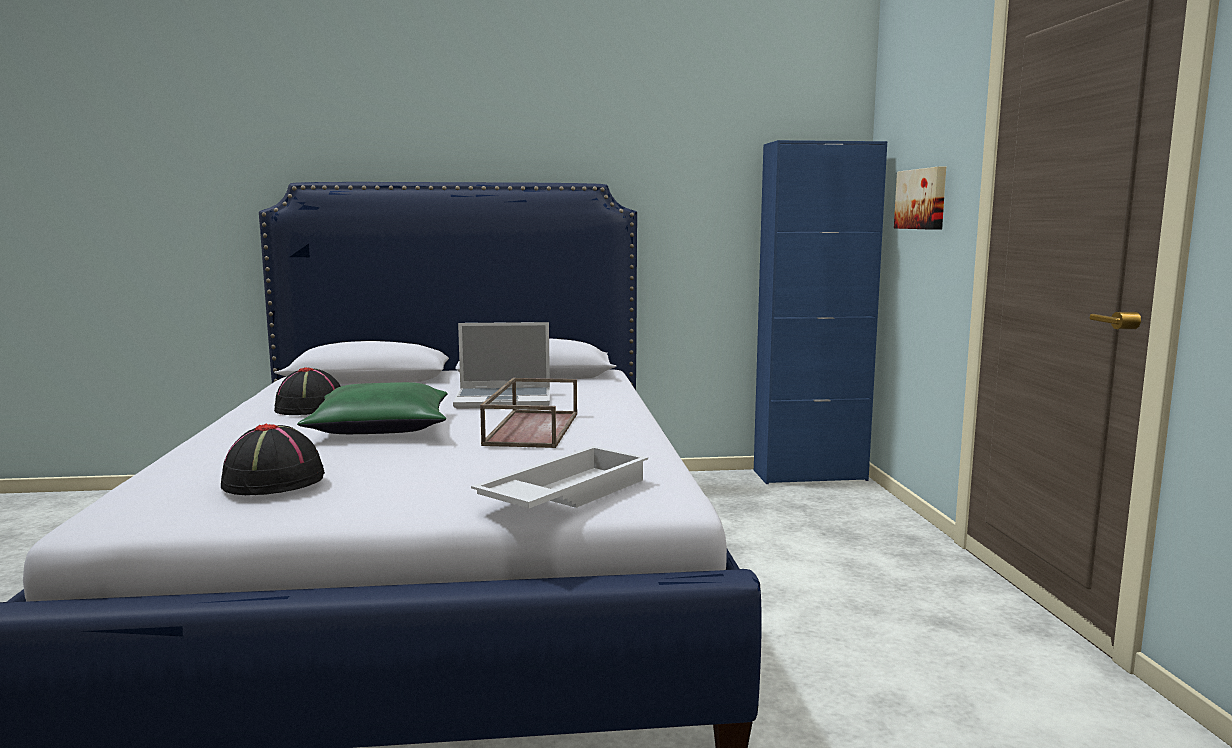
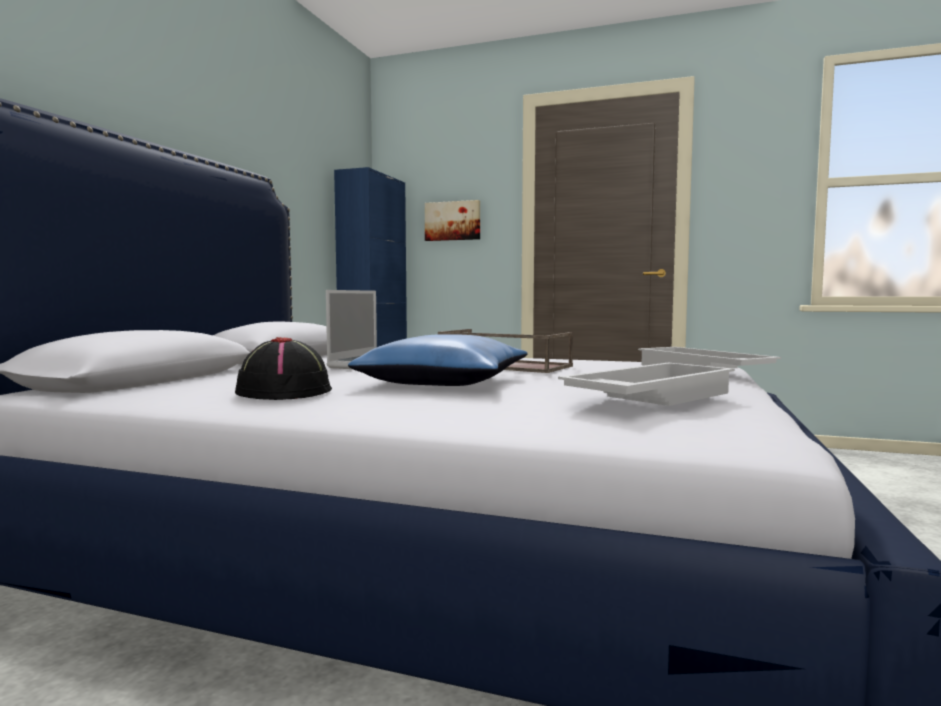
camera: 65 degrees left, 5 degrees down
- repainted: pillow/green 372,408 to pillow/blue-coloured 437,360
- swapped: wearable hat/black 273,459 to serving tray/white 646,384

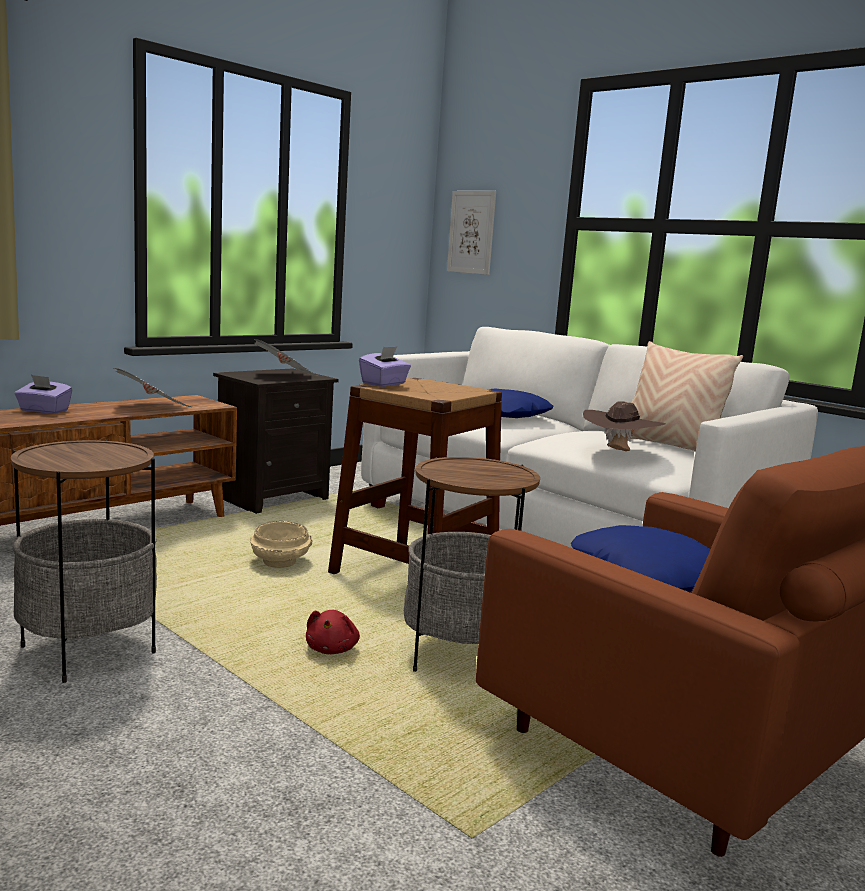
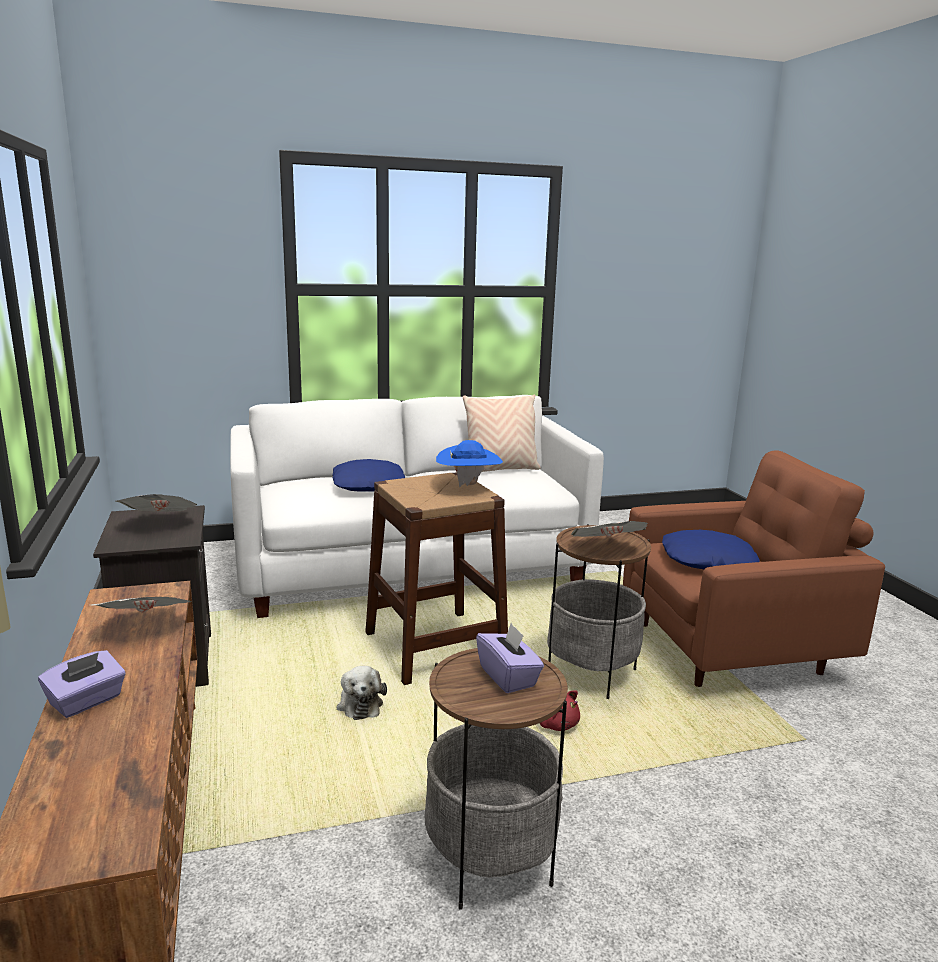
camera: 60 degrees left, 5 degrees up
- swapped: deep dish/beige-coloured 281,544 to soft toy 361,693
- new: wearable hat/blue-coloured 469,463
- shifted: tissue box/purplish 385,366 to 510,658
- new: printed paper 609,529
- gone: wall art 471,233
- gone: wearable hat/brownish 624,426

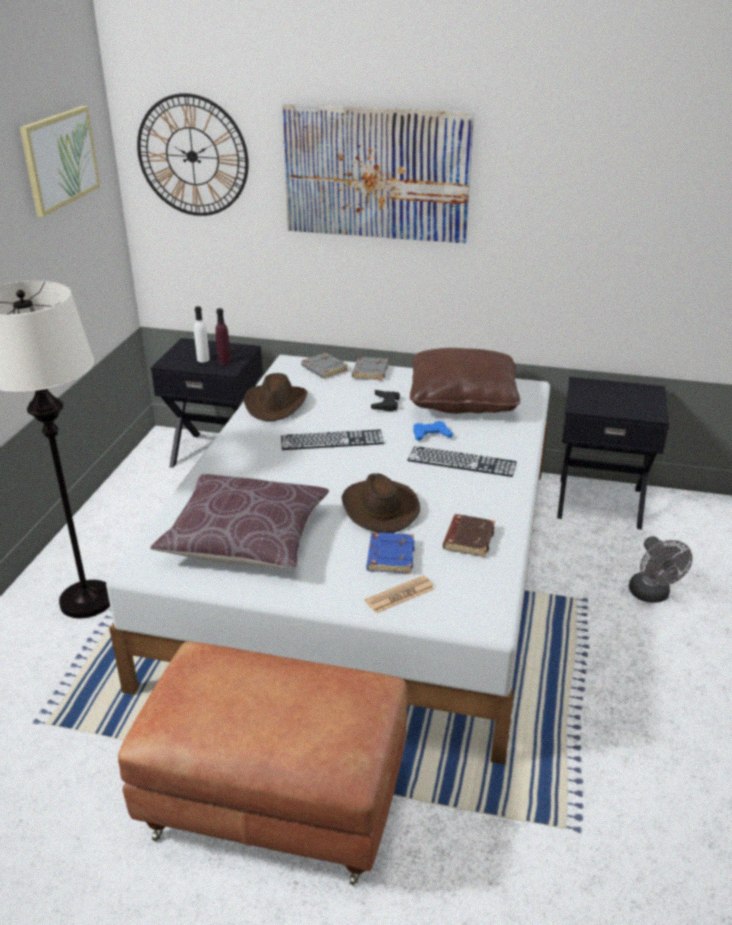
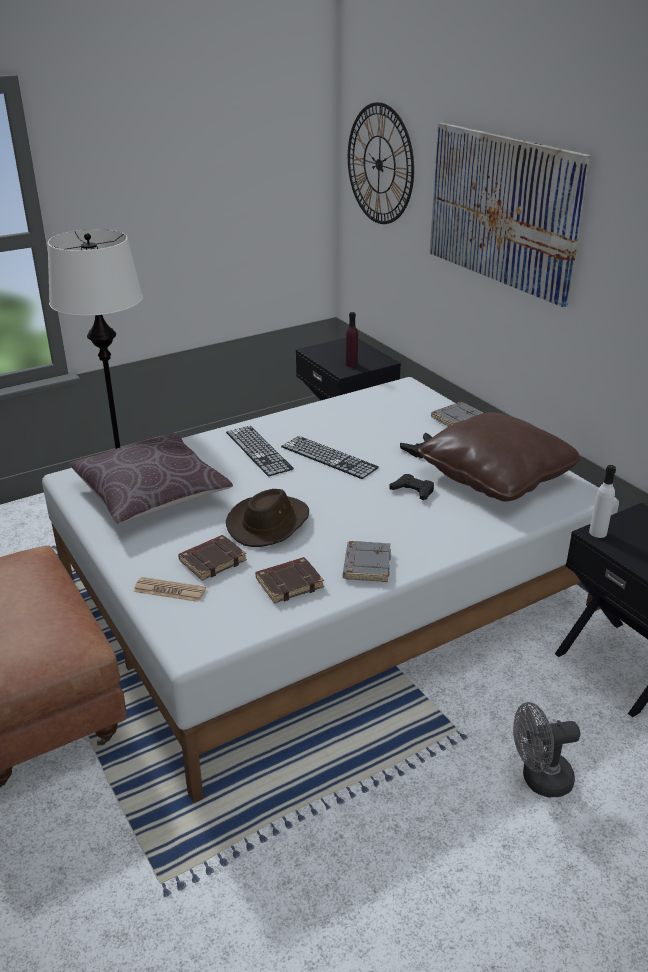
camera: 45 degrees right, 0 degrees up
- repainted: book/blue-coloured 391,553 to book/brownish 212,558
- shifted: keyboard 462,461 to 260,451
- shifted: book/gray 324,365 to 367,561
- repainted: joypad/blue-coloured 433,431 to joypad/black 411,487
- rotated: fan/gray 661,569 = 546,749 45 degrees clockwise
- shifted: drink bottle/white 202,334 to 602,501
- gone: wall art 60,161
- gone: wearable hat/brownish 275,397

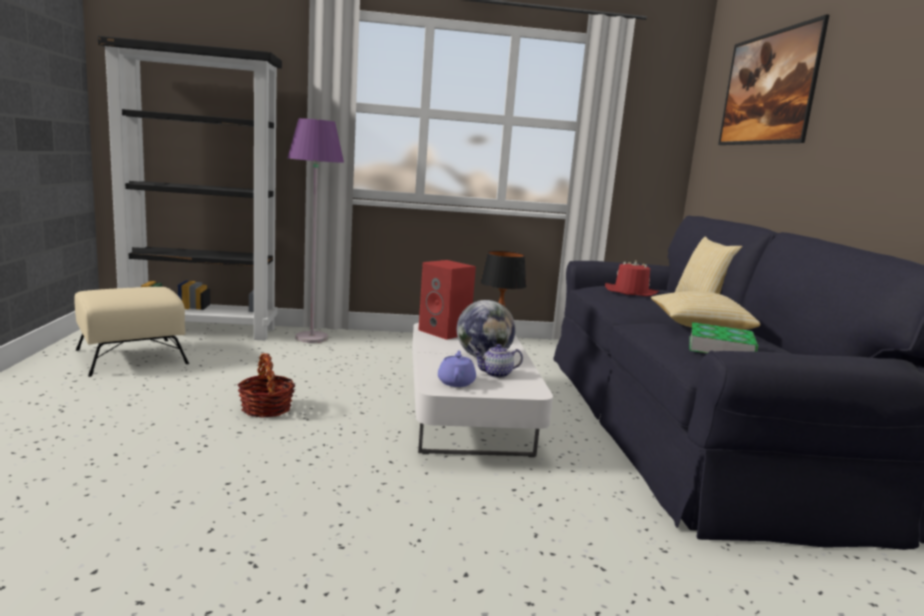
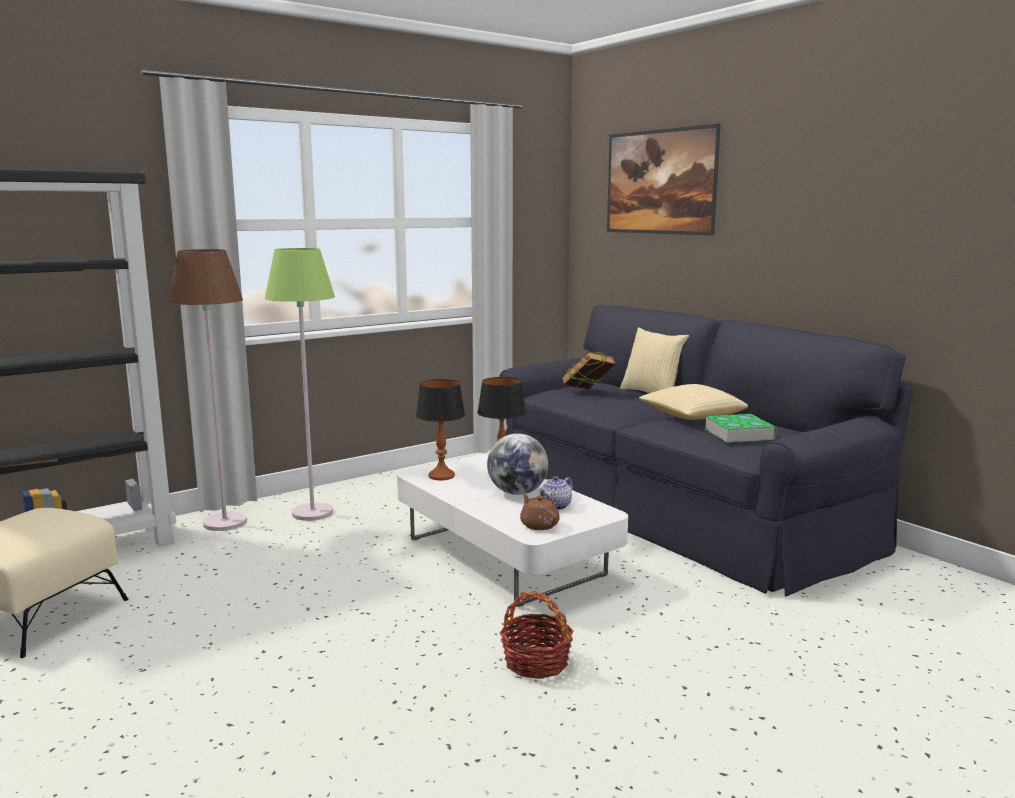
camera: 30 degrees left, 0 degrees up
- repainted: standard lamp/purplish 316,230 to standard lamp/brownish 207,390
- new: standard lamp/green 300,384
- swapped: audio speaker/red 447,300 to table lamp 440,429
- shifted: household basket 266,385 to 537,635
- repainted: tea pot/purplish 457,368 to tea pot/brownish 540,511
- swapped: wearable hat/red 632,278 to book 588,370

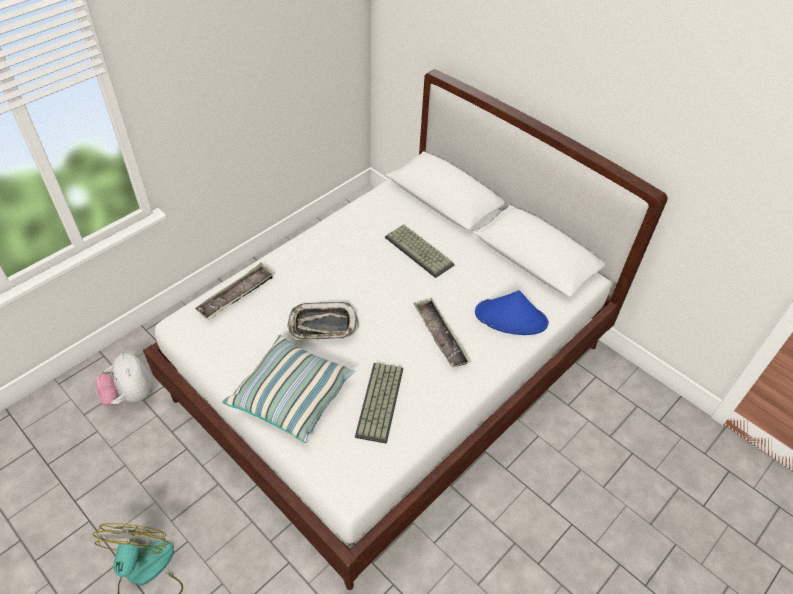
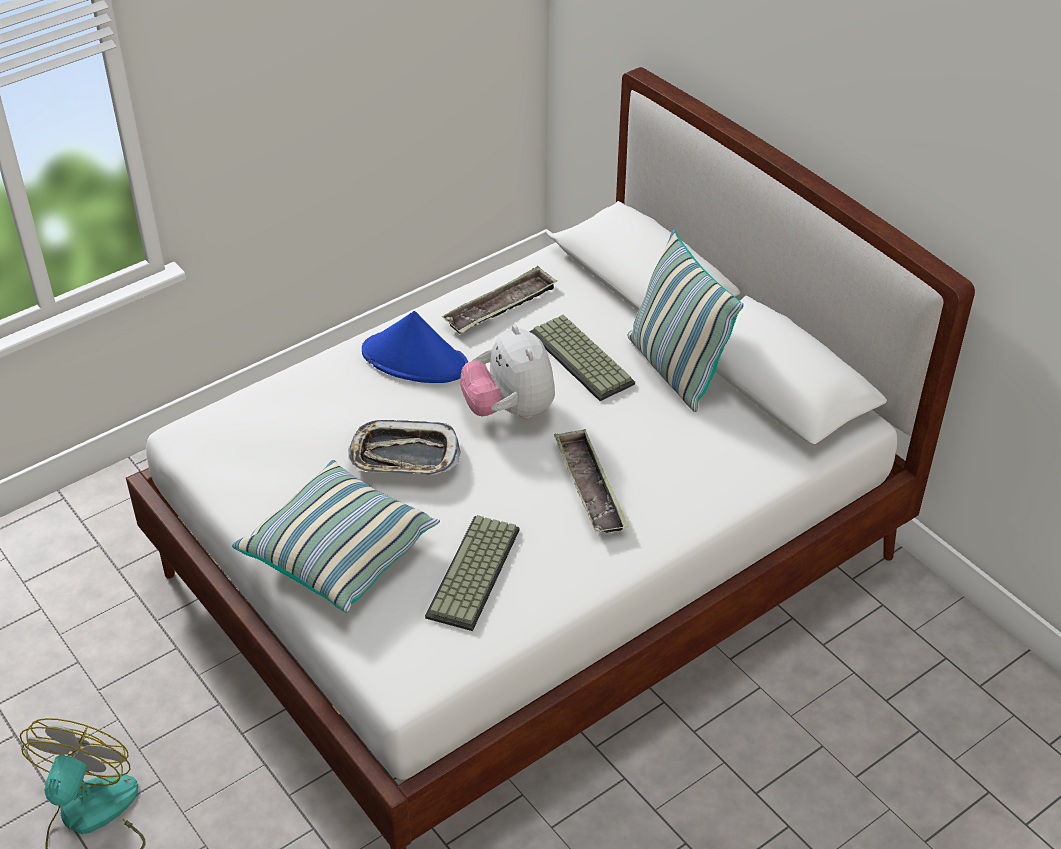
camera: 10 degrees right, 5 degrees down
- shifted: wearable hat/blue-coloured 512,312 to 415,347
- shifted: serving tray 235,291 to 499,300
- shifted: soft toy 123,379 to 507,371
- new: pillow 686,321

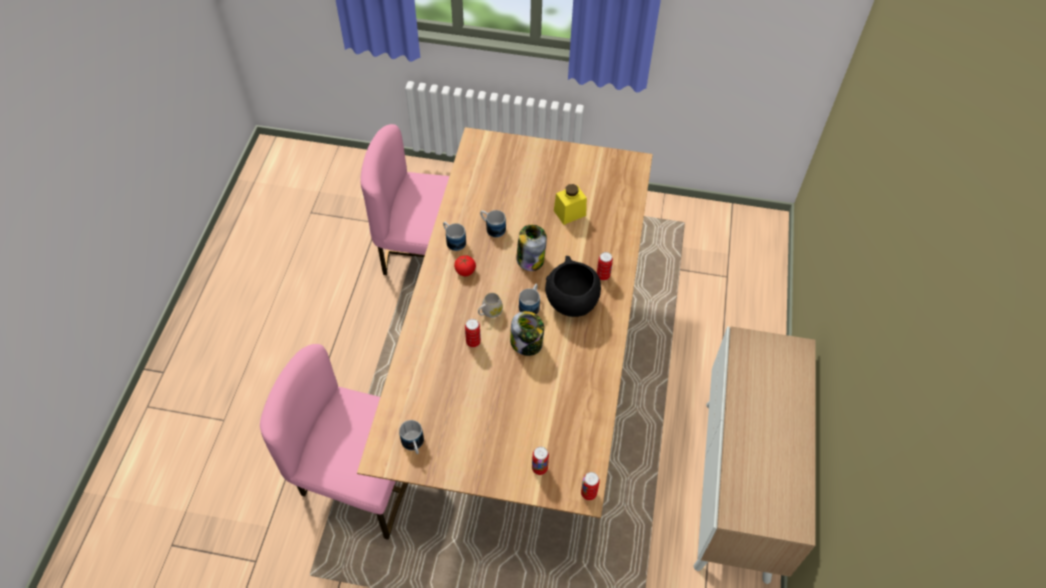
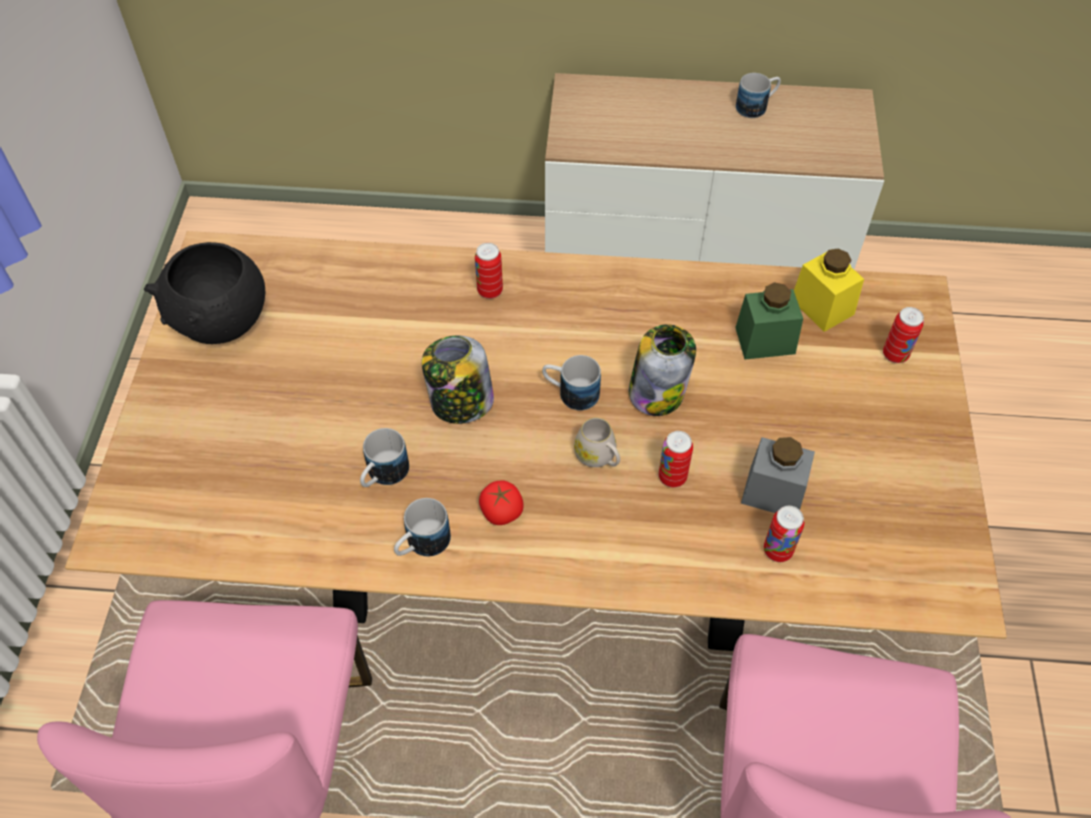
camera: 95 degrees left, 0 degrees up
- shifted: deep dish/black 573,286 to 204,293
- new: jar/green 769,320
- shifted: tea mug 411,437 to 758,95
- new: jar/gray 778,475
- shifted: metal can 590,486 to 784,534
- shifted: jar/yellow 570,204 to 829,290

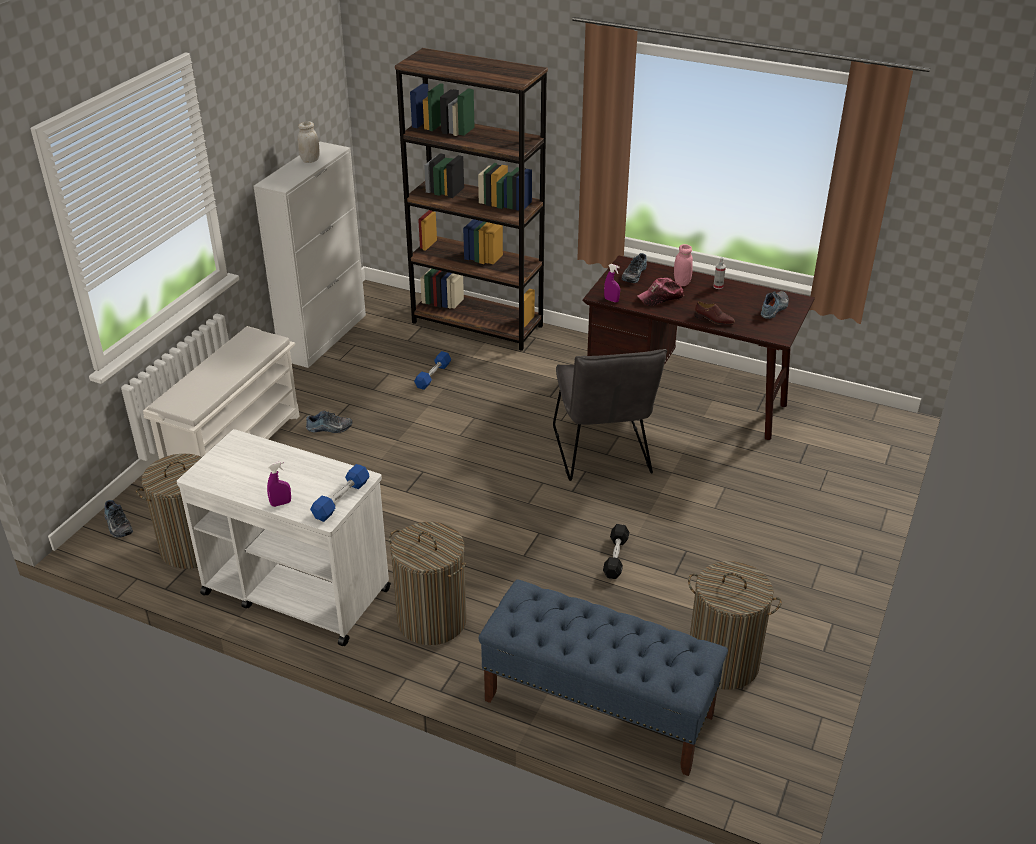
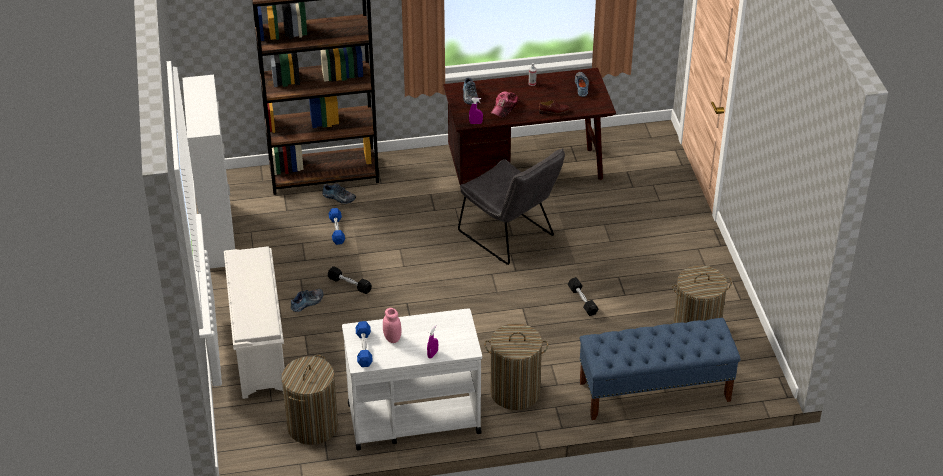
camera: 35 degrees left, 5 degrees up
- shifted: item of footwear 118,519 to 339,193
- new: hand weight/black 350,280
- shifted: hand weight/blue-coloured 339,493 to 364,344
- shifted: jar/pinkish 683,265 to 392,325
- gone: jar/white 309,142

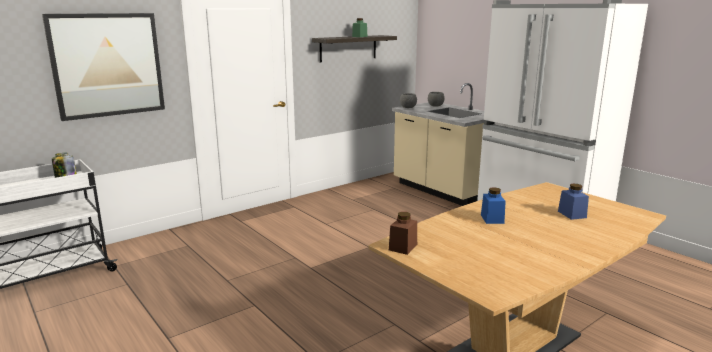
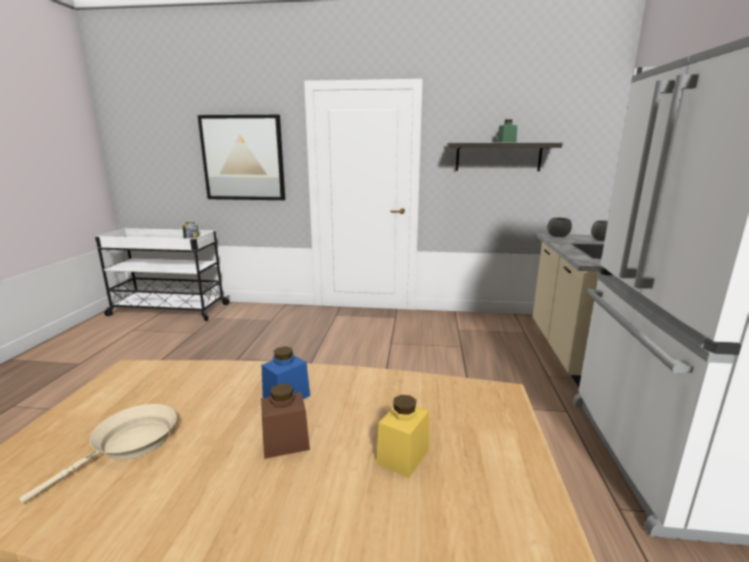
camera: 45 degrees right, 0 degrees up
- new: skillet/beige-coloured 98,454
- shifted: jar/brownish 403,233 to 285,421
- repainted: jar/blue-coloured 573,202 to jar/yellow 402,436

